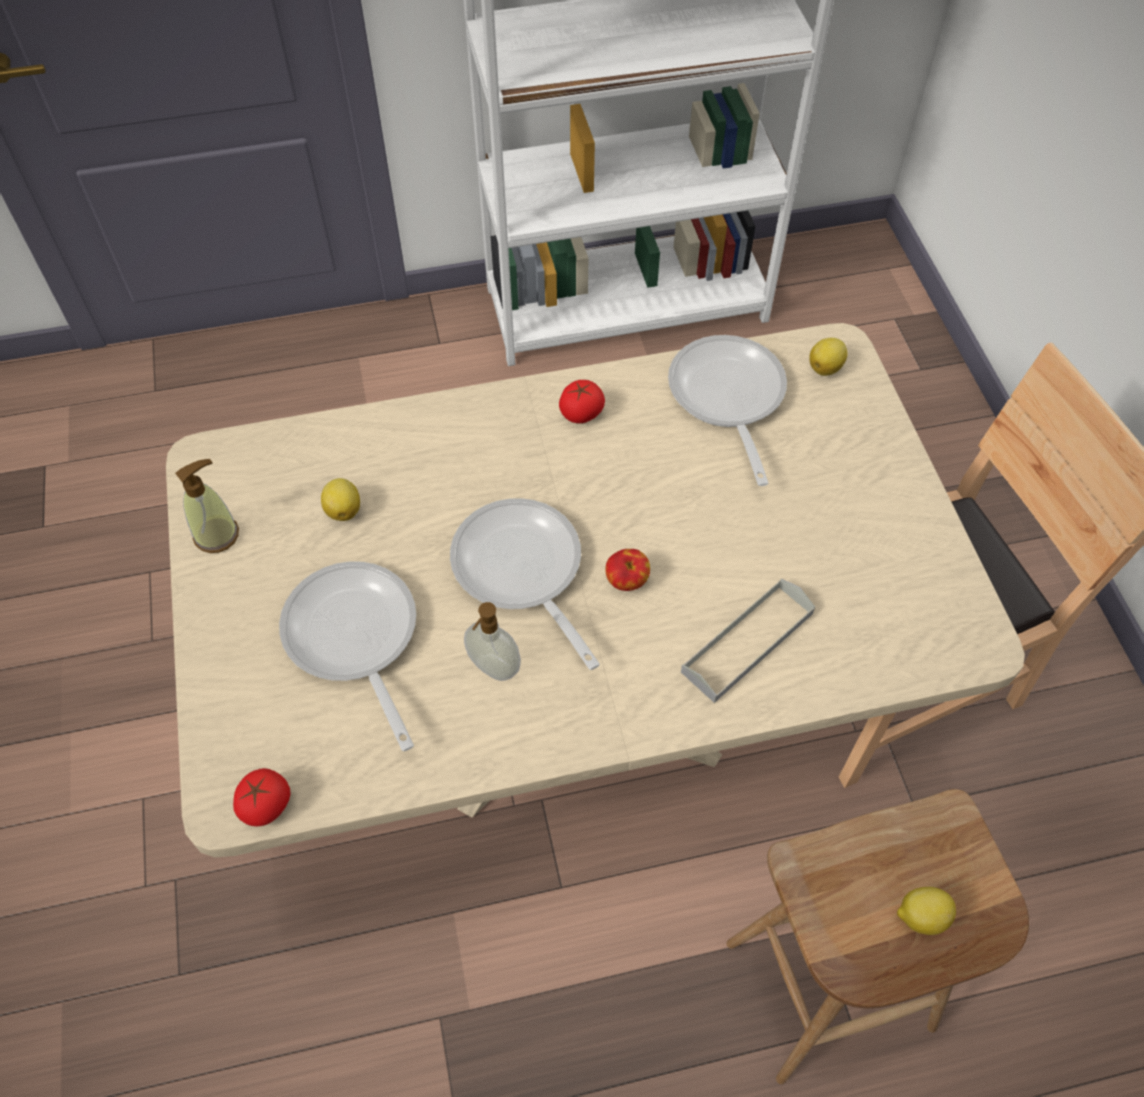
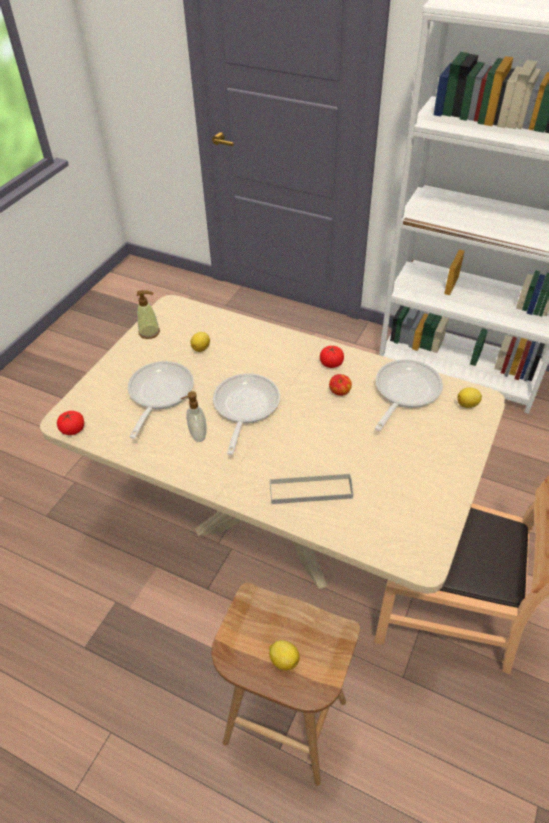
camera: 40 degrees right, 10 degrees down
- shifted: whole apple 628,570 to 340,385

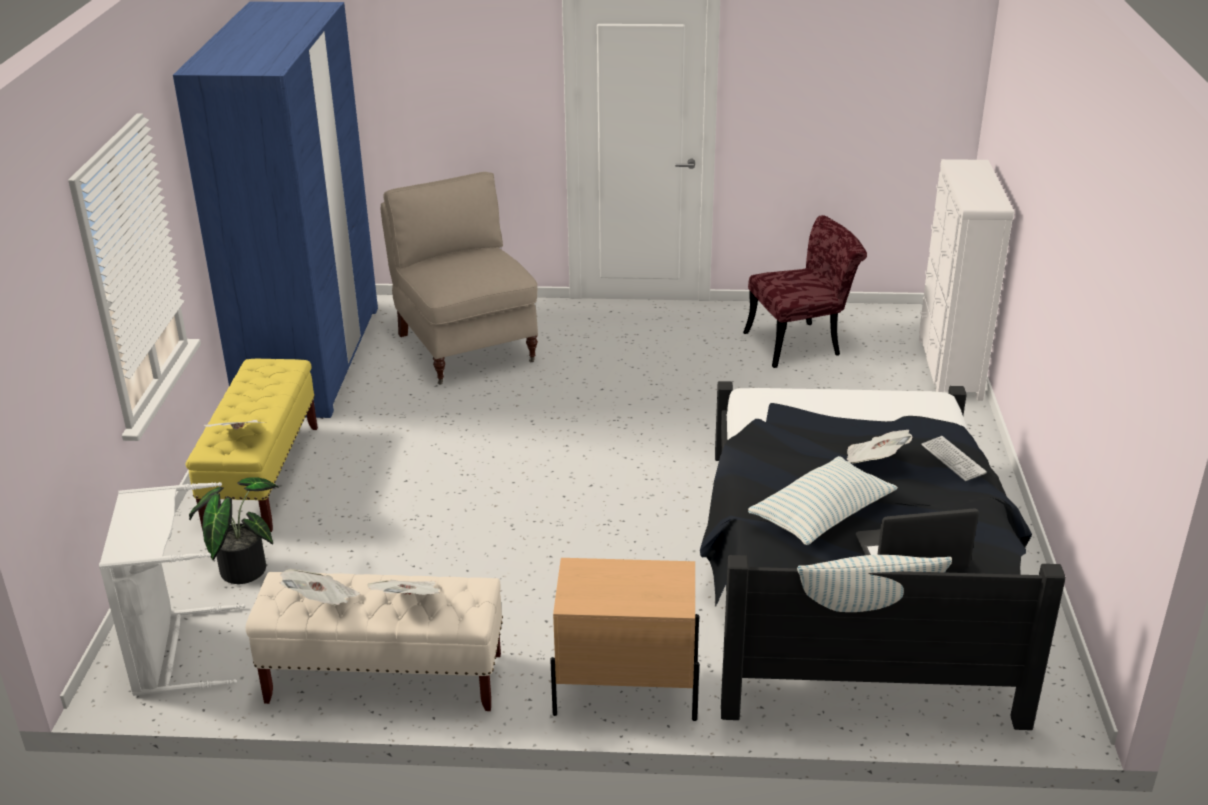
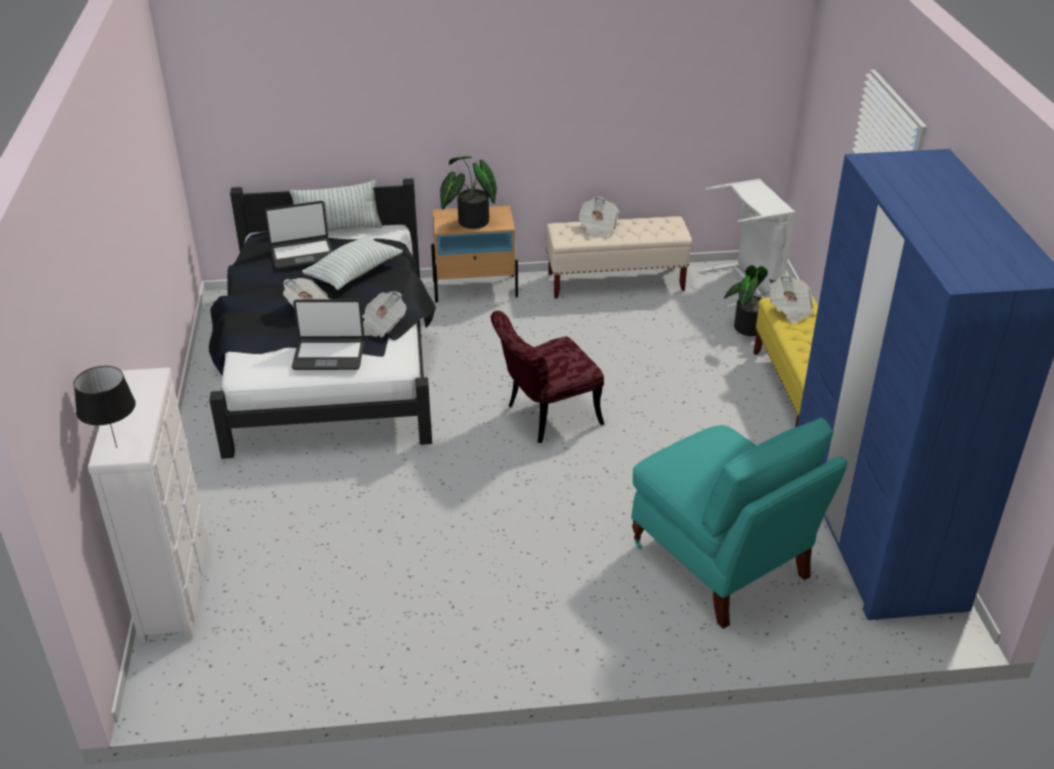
camera: 170 degrees right, 5 degrees up
- new: table lamp/black 105,407
- new: portable computer 328,334
- shifted: printed paper 320,587 to 384,314
- new: potted plant 468,192
- shifted: upright chair/red 805,291 to 547,377
- repainted: upright chair/beige-coloured 459,278 to upright chair/blue-green 739,523
- gone: keyboard 954,458

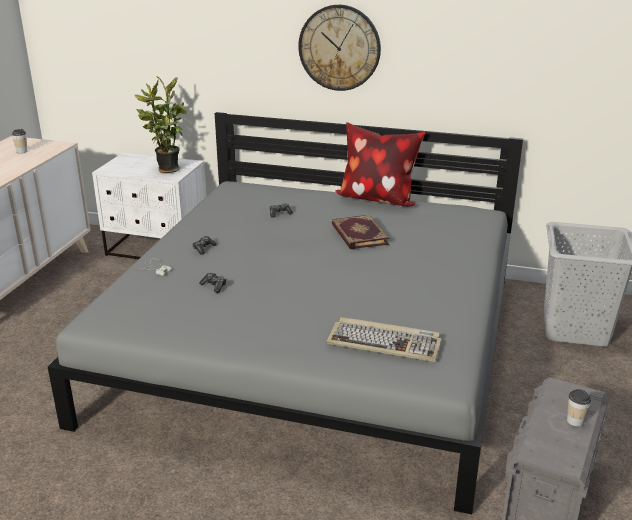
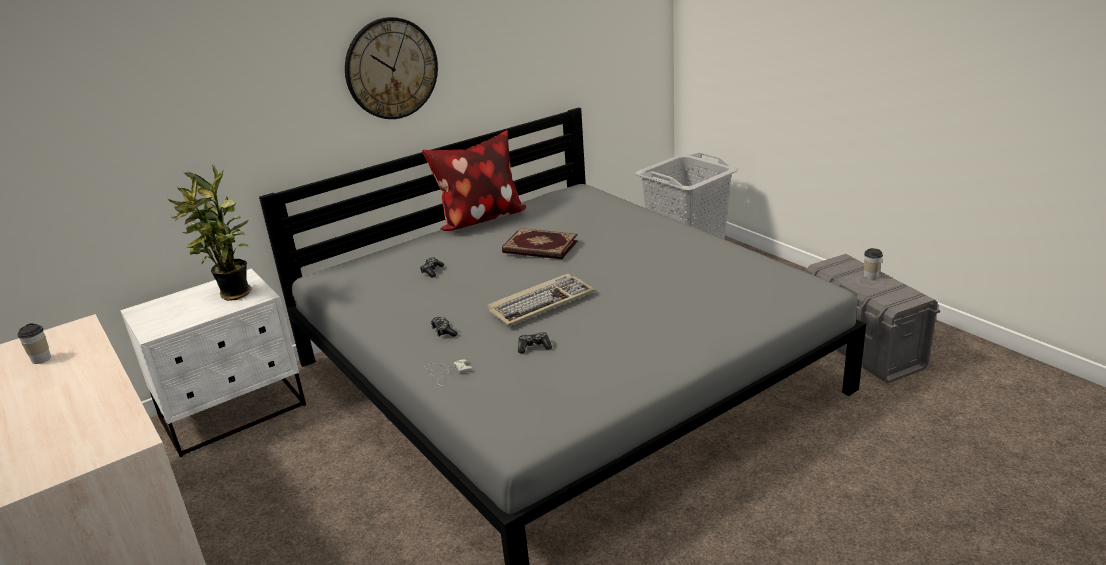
camera: 50 degrees left, 0 degrees up
- shifted: keyboard 384,339 to 541,300

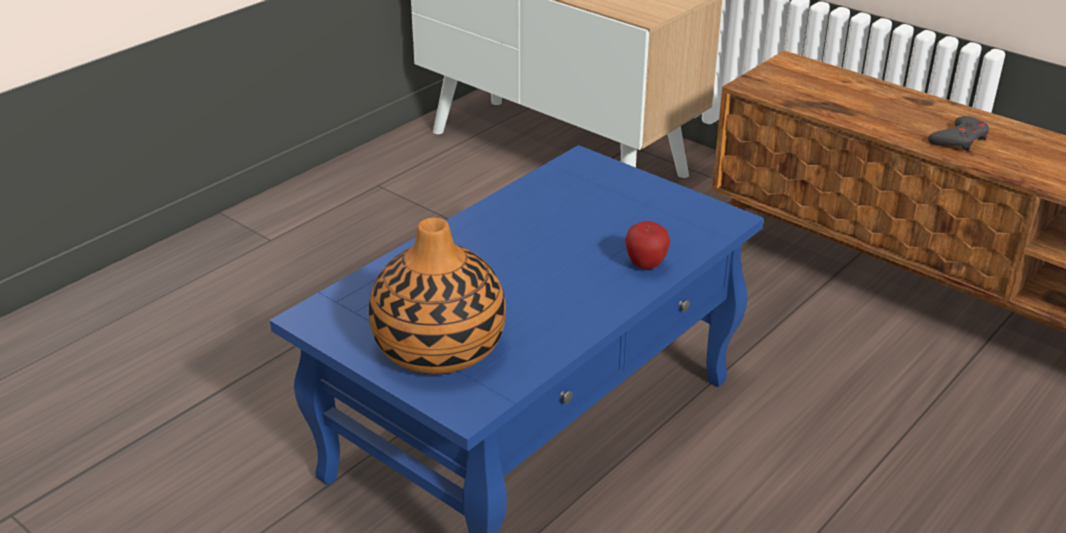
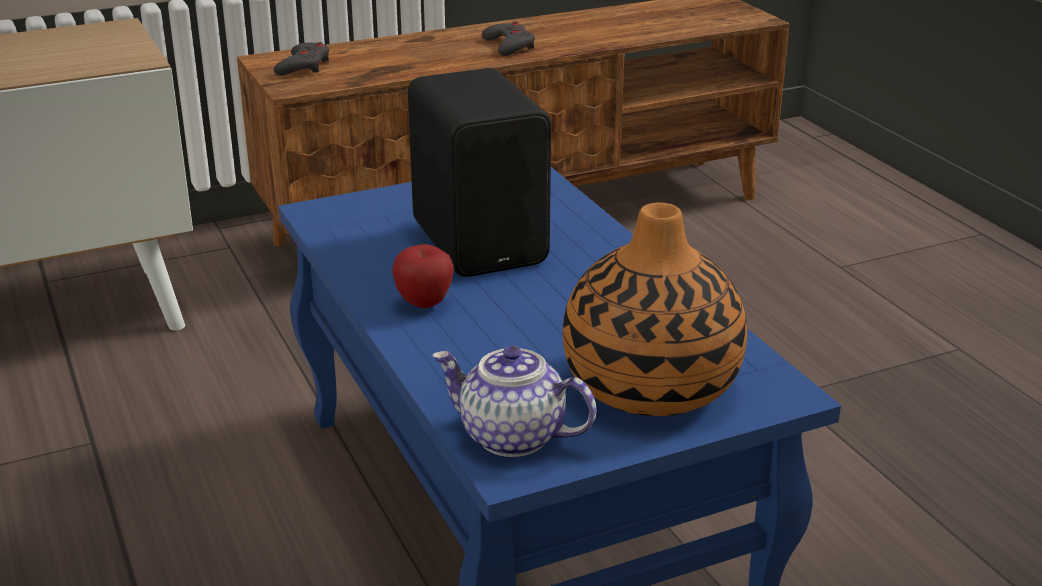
camera: 65 degrees left, 5 degrees down
- new: joypad/gray 301,59
- shifted: whole apple 647,245 to 423,276
- new: audio speaker/black 479,172
- new: tea pot 514,401

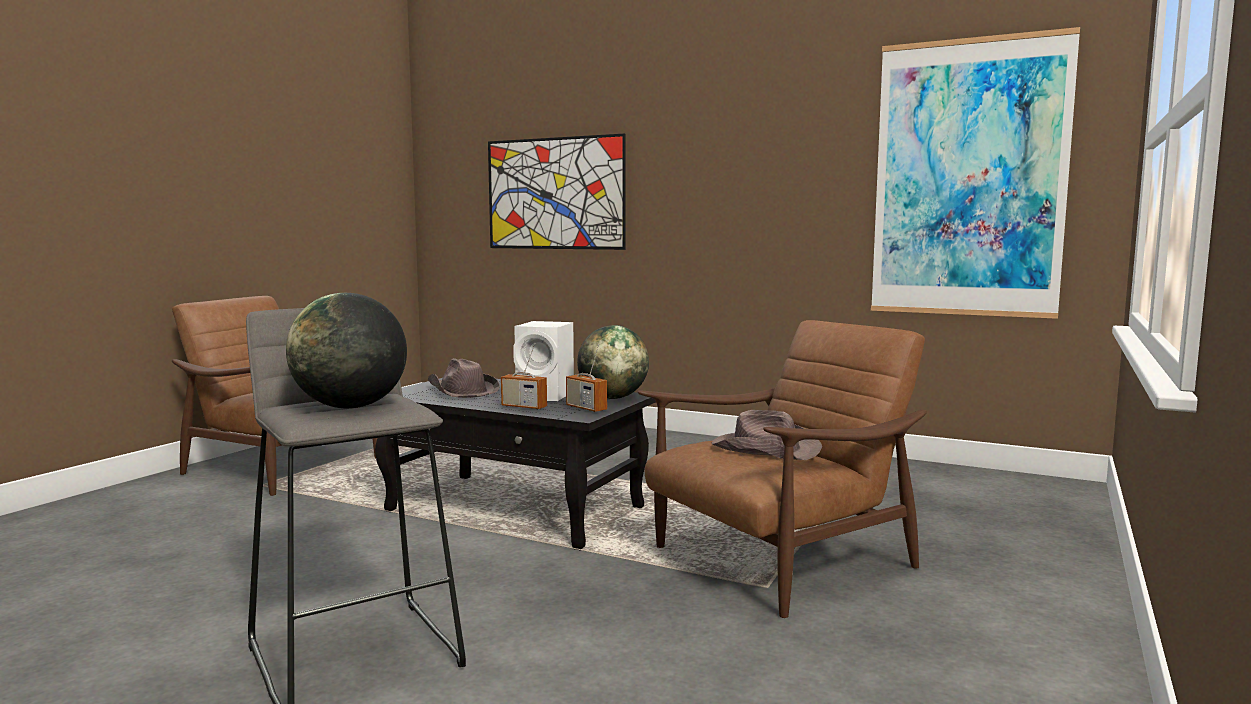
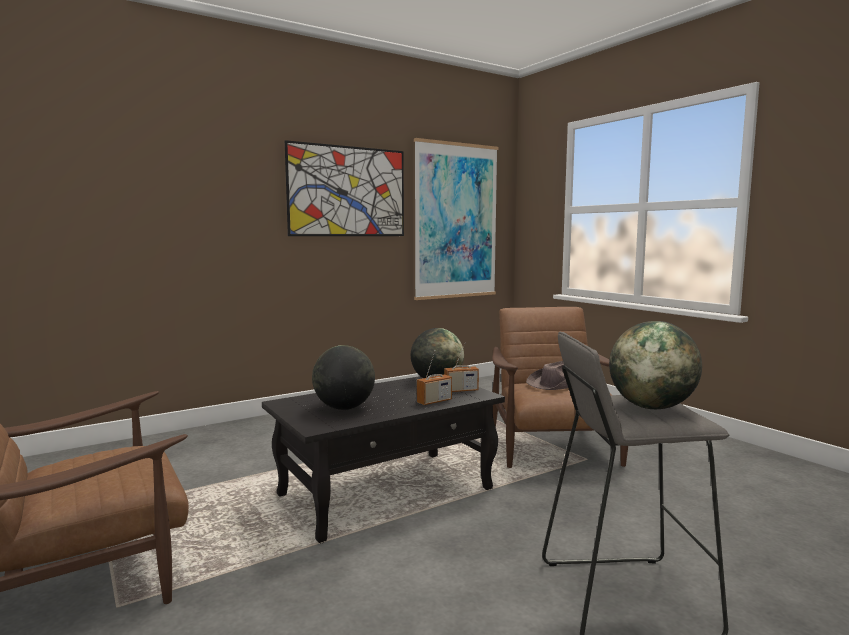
camera: 60 degrees left, 0 degrees up
- shifted: wall art 556,191 to 344,188
- swapped: wearable hat/brownish 464,378 to desk globe 343,377
- gone: audio speaker/white 543,361

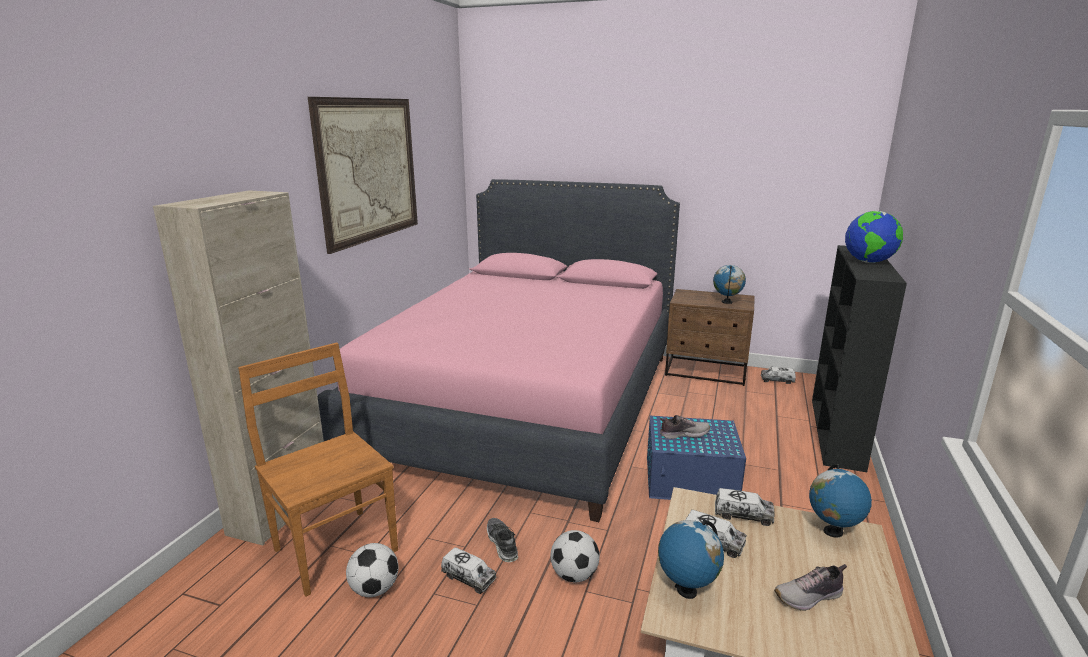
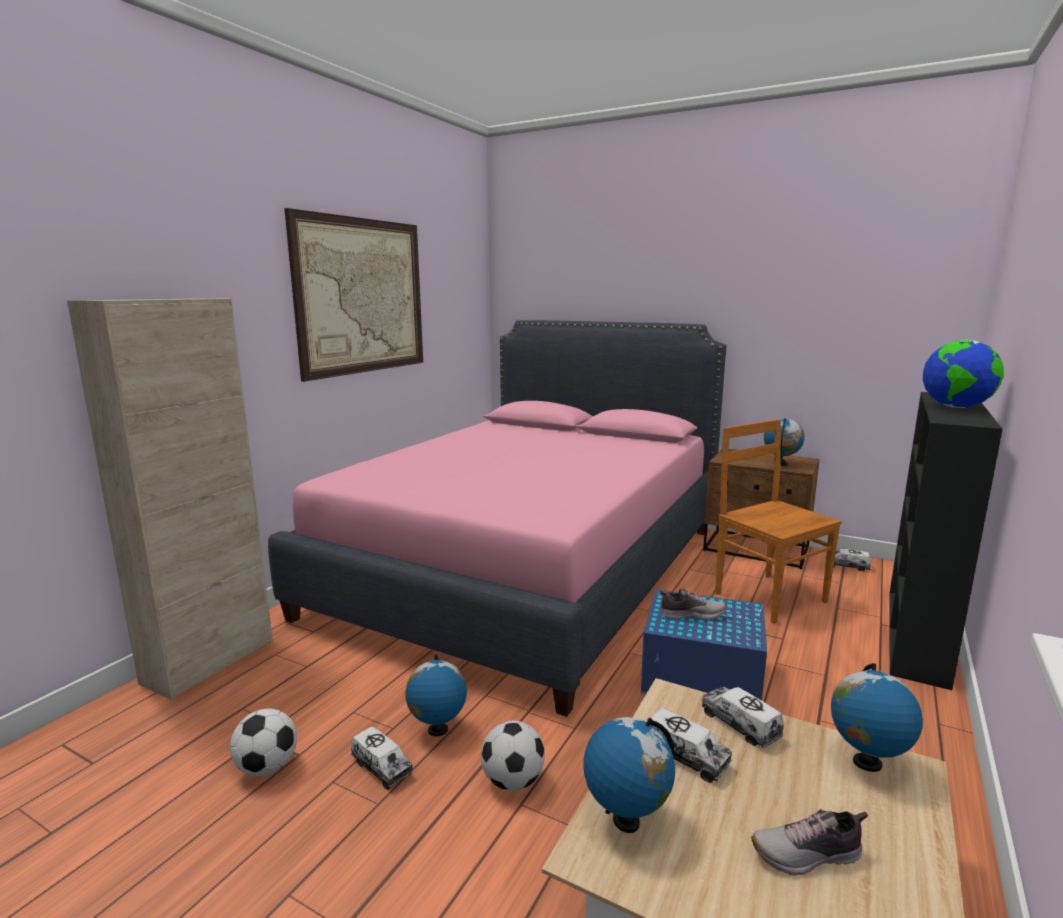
camera: 10 degrees right, 5 degrees down
- swapped: item of footwear 502,540 to desk globe 436,695
- rotated: model truck 745,507 = 743,717 150 degrees counterclockwise
- shifted: upright chair/brownish 318,470 to 778,521

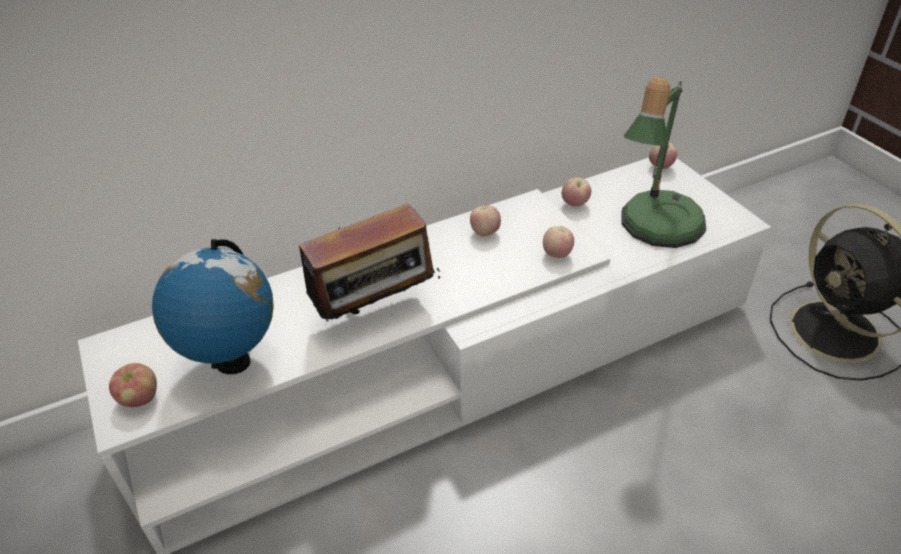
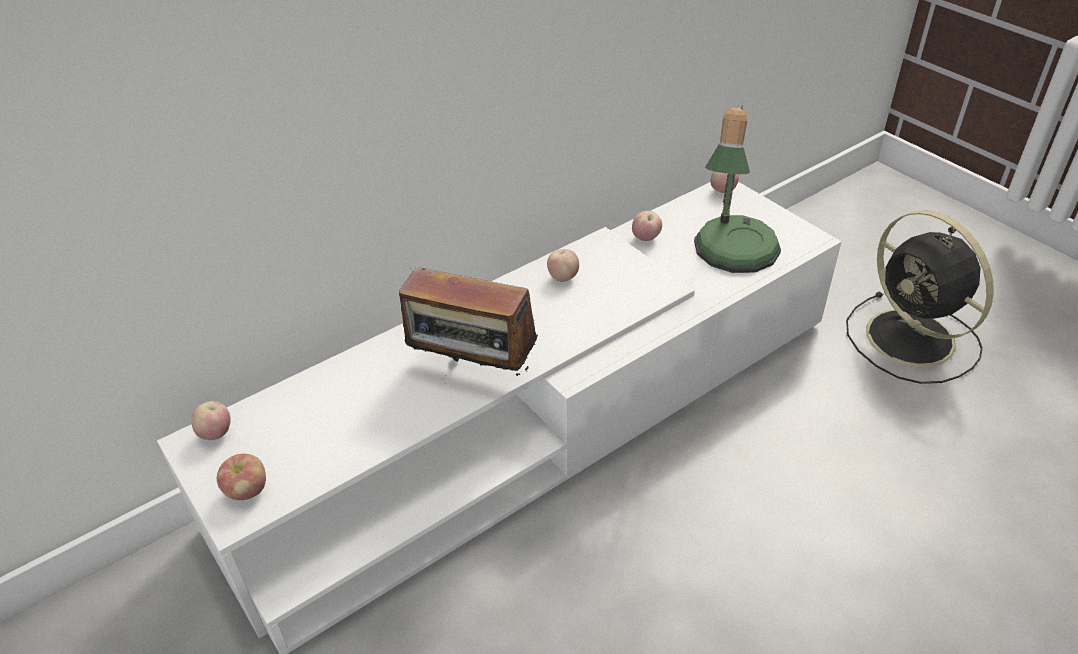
camera: 10 degrees left, 0 degrees up
- shifted: whole apple 558,242 to 211,420
- rotated: radio set 363,264 = 468,323 60 degrees clockwise
- gone: desk globe 212,306

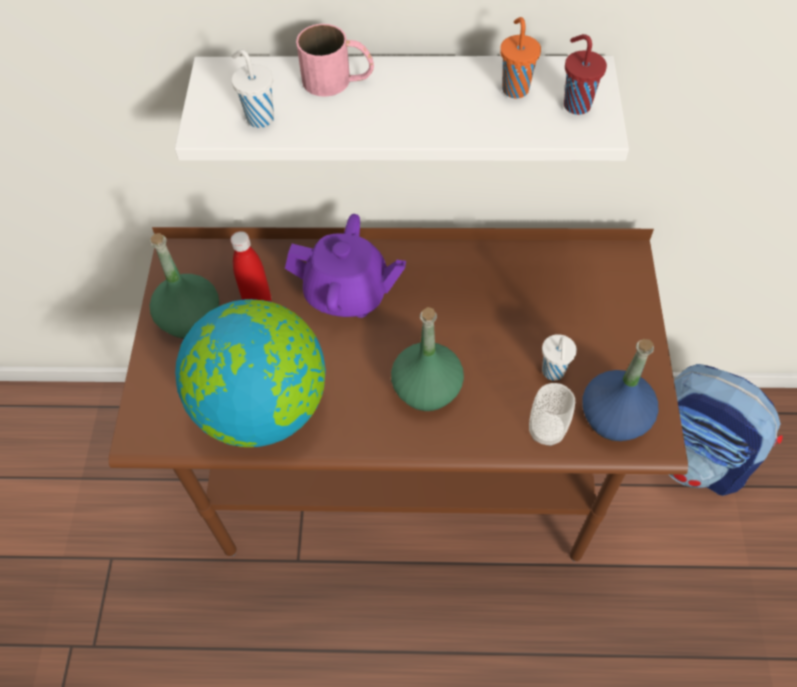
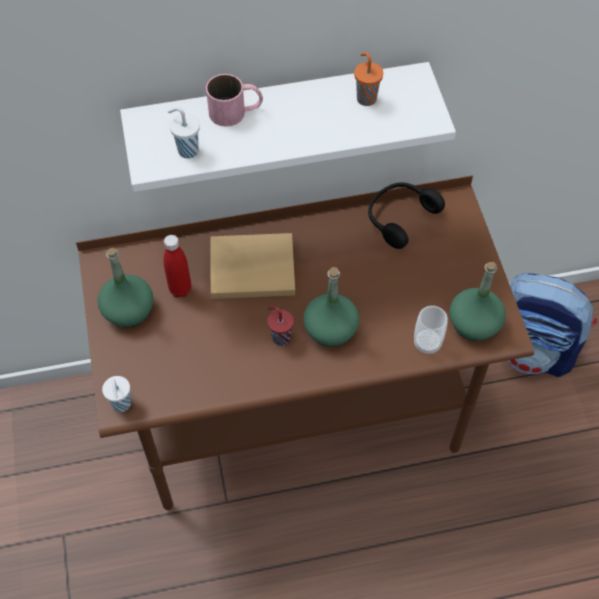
camera: 15 degrees left, 0 degrees up
- shifted: cup/white 559,357 to 116,394
- swapped: tea pot/purplish 345,266 to book/beige-coloured 252,266
- shifted: cup/red 585,74 to 280,326
- new: headset/black 406,215
- repainted: drink bottle/blue-coloured 620,390 to drink bottle/green 477,301
- gone: desk globe 250,373

